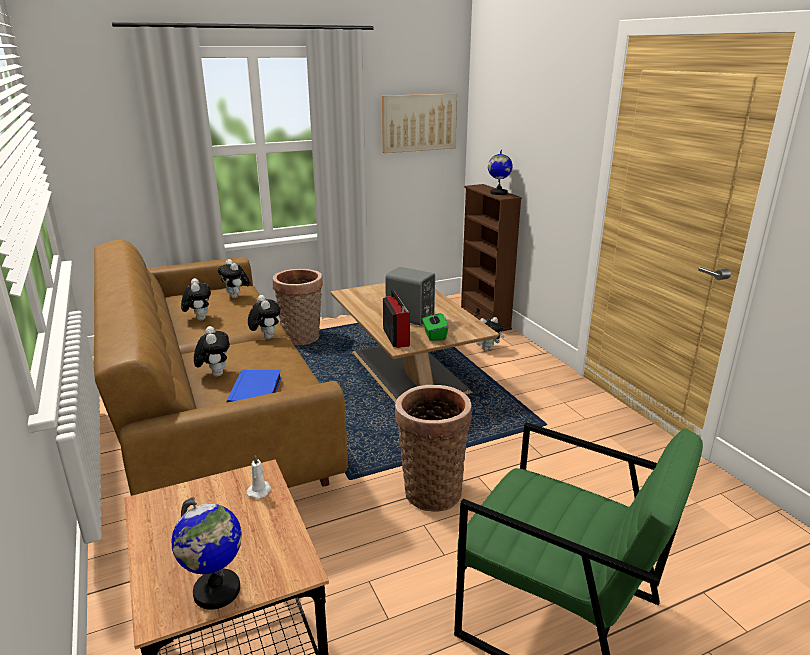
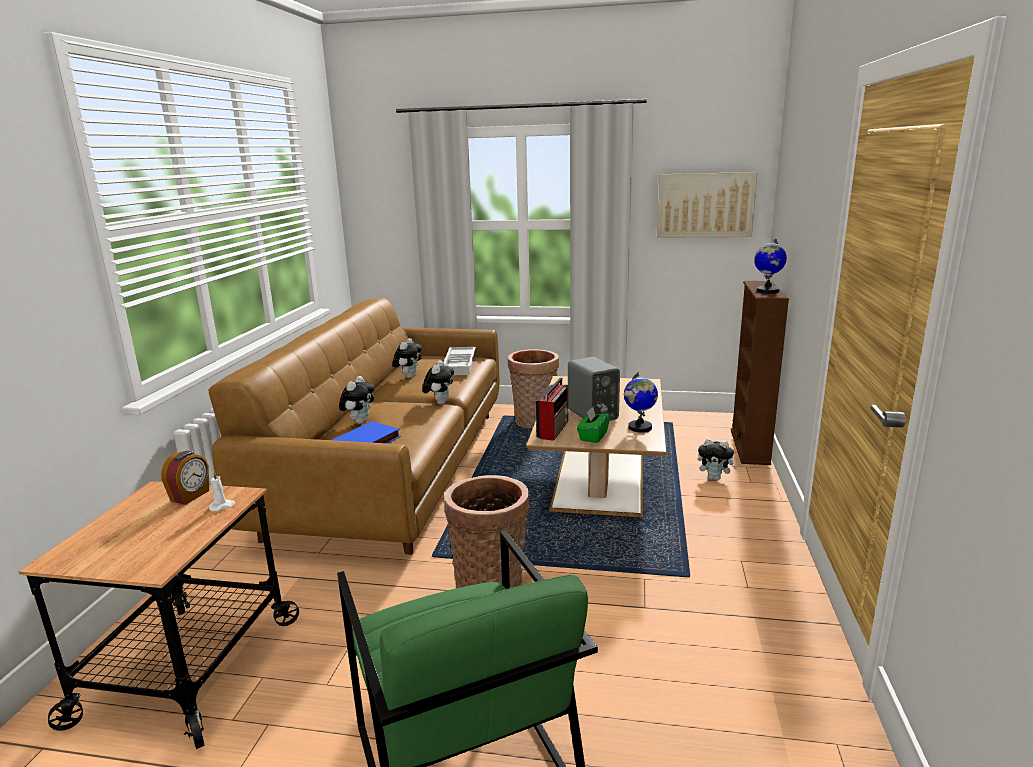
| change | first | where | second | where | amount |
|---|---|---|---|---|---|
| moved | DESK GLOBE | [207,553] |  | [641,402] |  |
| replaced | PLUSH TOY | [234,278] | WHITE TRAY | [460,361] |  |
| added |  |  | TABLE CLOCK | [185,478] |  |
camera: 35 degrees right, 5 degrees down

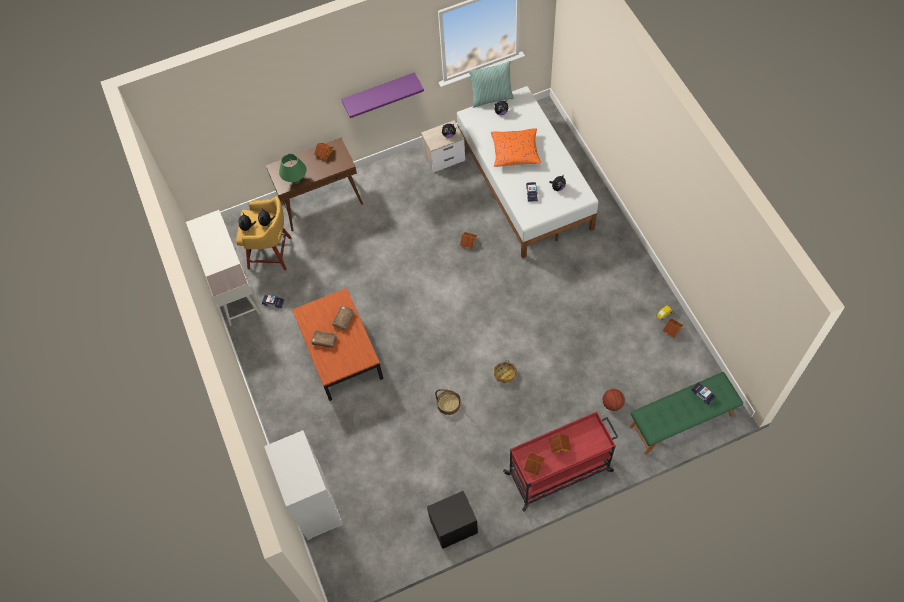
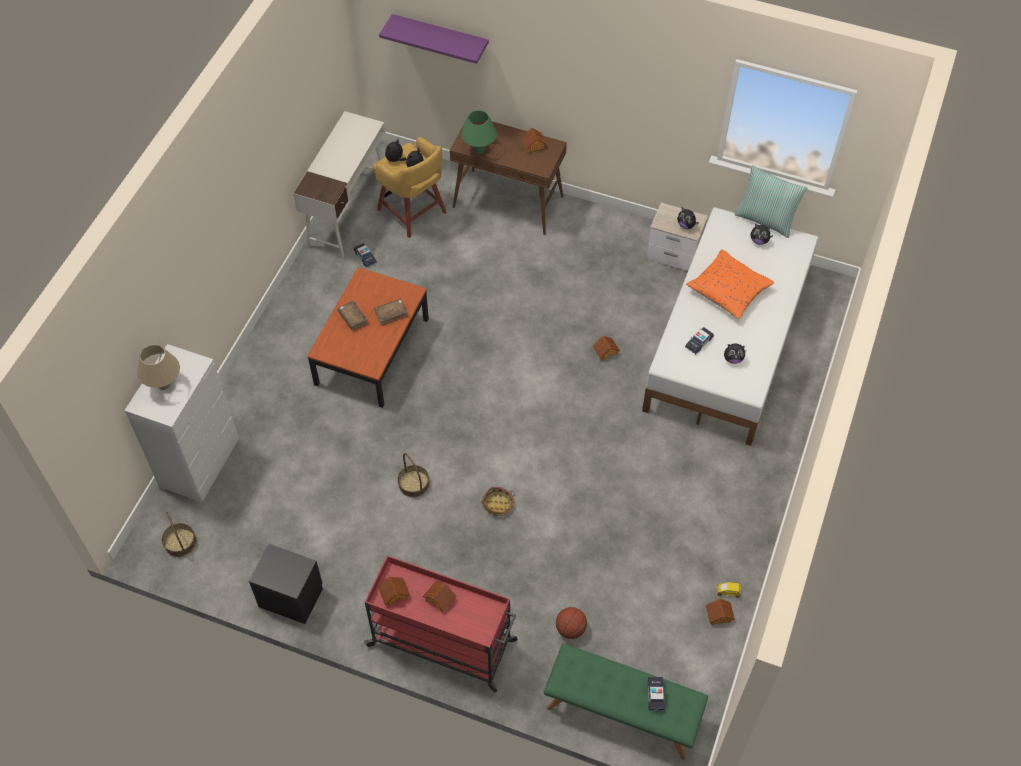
| change | first | where | second | where | amount |
|---|---|---|---|---|---|
| moved | PURPLE-COLOURED WALL SHELF | [382,95] |  | [434,39] |  |
| added |  |  | BEIGE TABLETOP LAMP | [158,367] |  |
| added |  |  | STORAGE BASKET | [179,534] |  |
camera: 40 degrees right, 5 degrees down

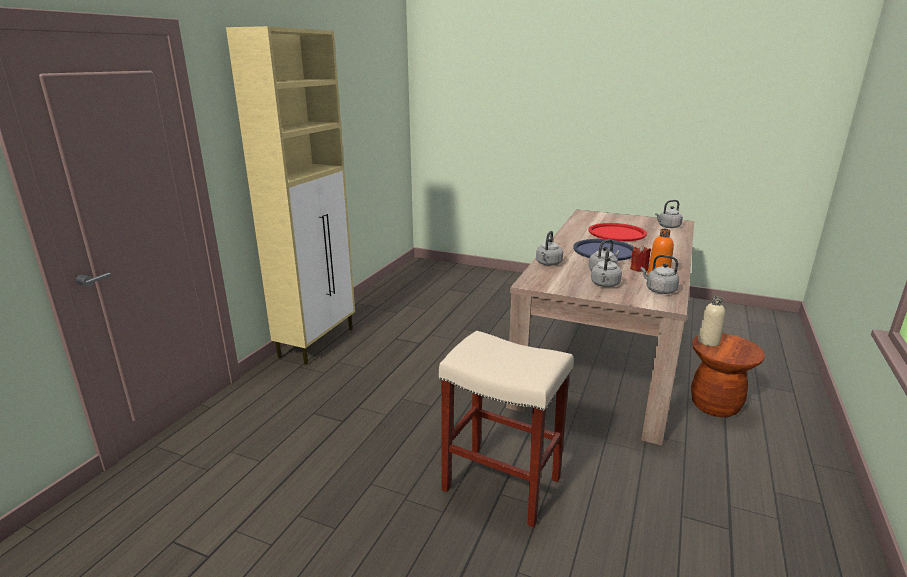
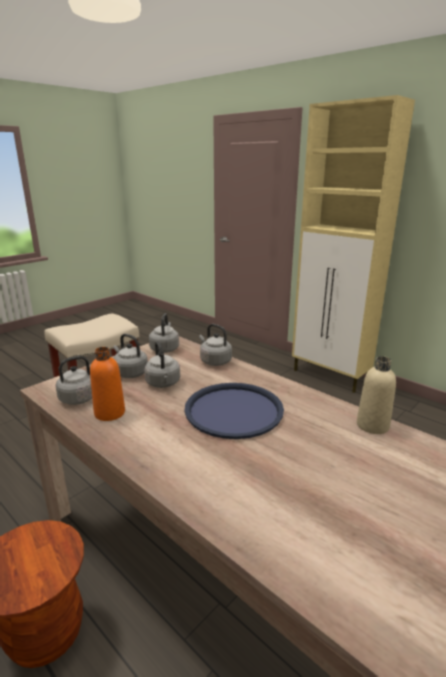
| change | first | where | second | where | amount |
|---|---|---|---|---|---|
| removed | RED-COLOURED TRAY | [617,232] |  |  |  |
| removed | RED-COLOURED WAX LIGHT | [640,258] |  |  |  |
| moved | GREY TEA KETTLE | [669,214] |  | [164,333] |  |
| moved | BEIGE DRINK BOTTLE | [711,321] |  | [376,395] |  |
camera: 110 degrees right, 0 degrees up

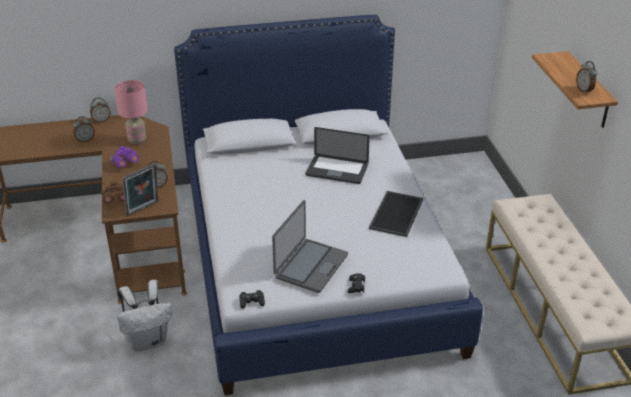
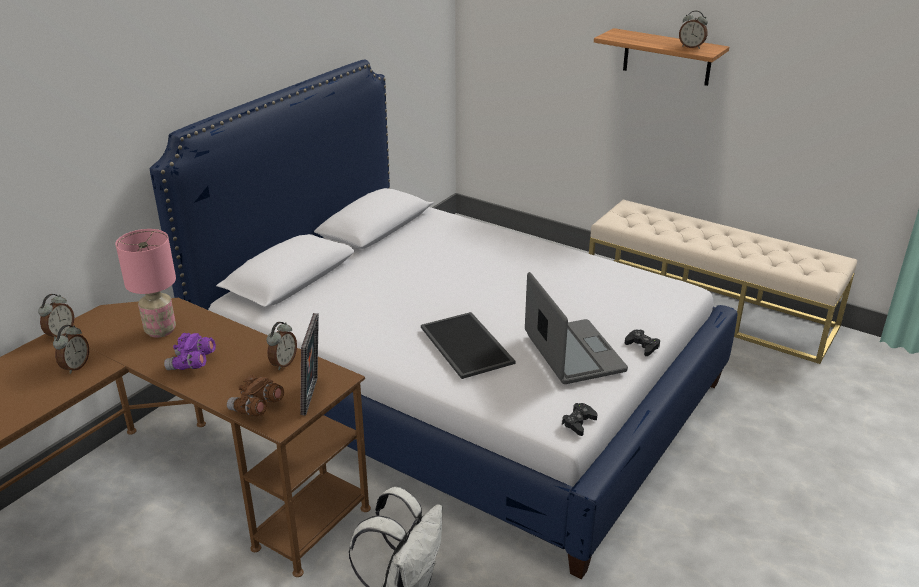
| change | first | where | second | where | amount |
|---|---|---|---|---|---|
| removed | PORTABLE COMPUTER | [338,155] |  |  |  |
| moved | TRAY | [396,214] |  | [468,345] |  |
camera: 45 degrees left, 5 degrees down

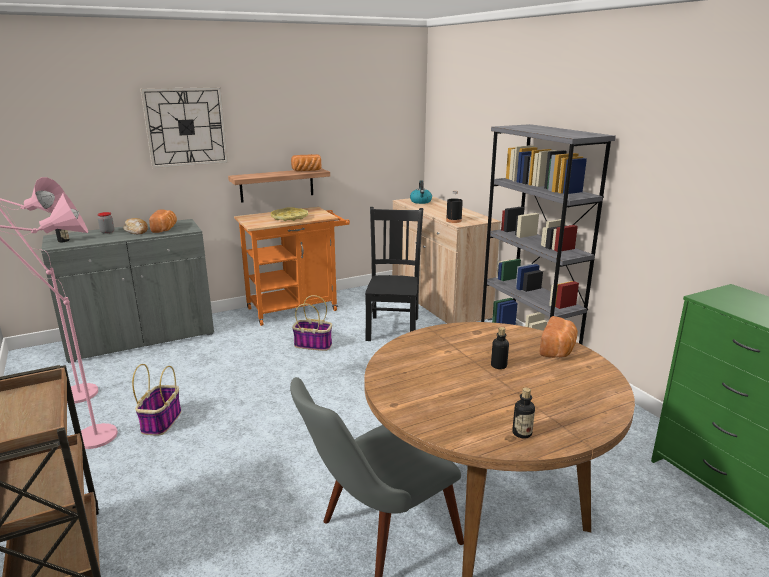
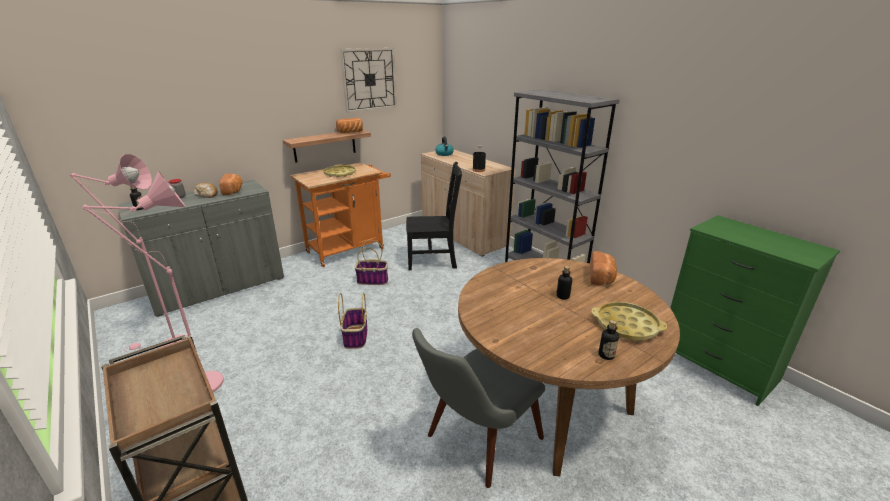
| change | first | where | second | where | amount |
|---|---|---|---|---|---|
| moved | STORAGE BASKET | [156,400] |  | [352,321] |  |
| moved | CLOCK ON THE WALL | [184,127] |  | [368,80] |  |
| turned | BLACKISH PLAIN CHAIR | [394,274] |  | [434,216] | 90 degrees clockwise |
| added |  |  | YELLOW-COLOURED TRAY | [629,321] |  |
camera: 10 degrees left, 5 degrees up

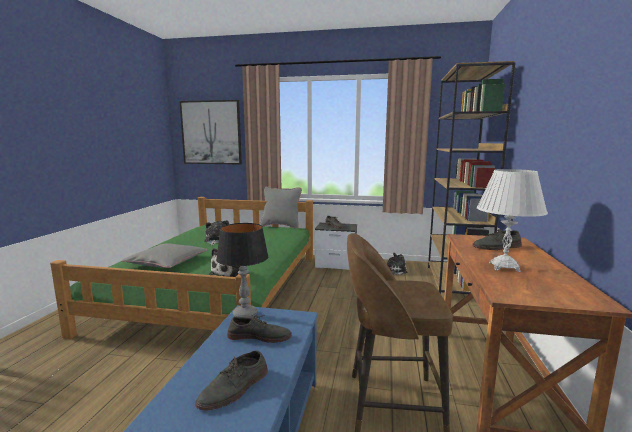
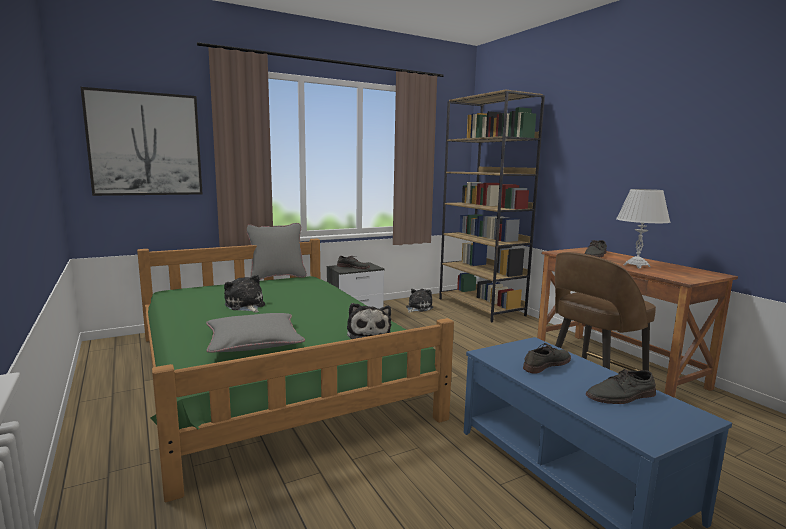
| change | first | where | second | where | amount |
|---|---|---|---|---|---|
| turned | GREY LOW SHOE | [231,380] |  | [621,386] | 75 degrees clockwise |
| removed | TABLETOP LAMP | [242,270] |  |  |  |
camera: 40 degrees left, 0 degrees up

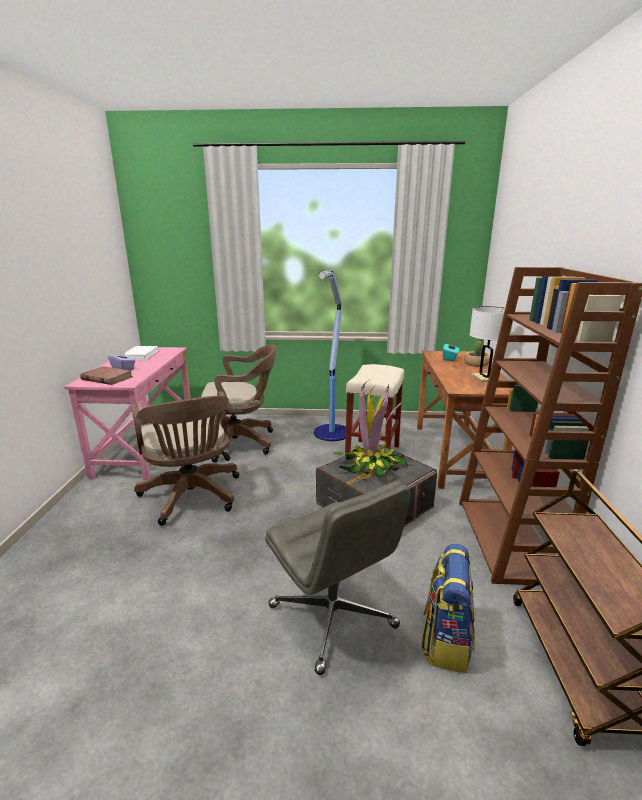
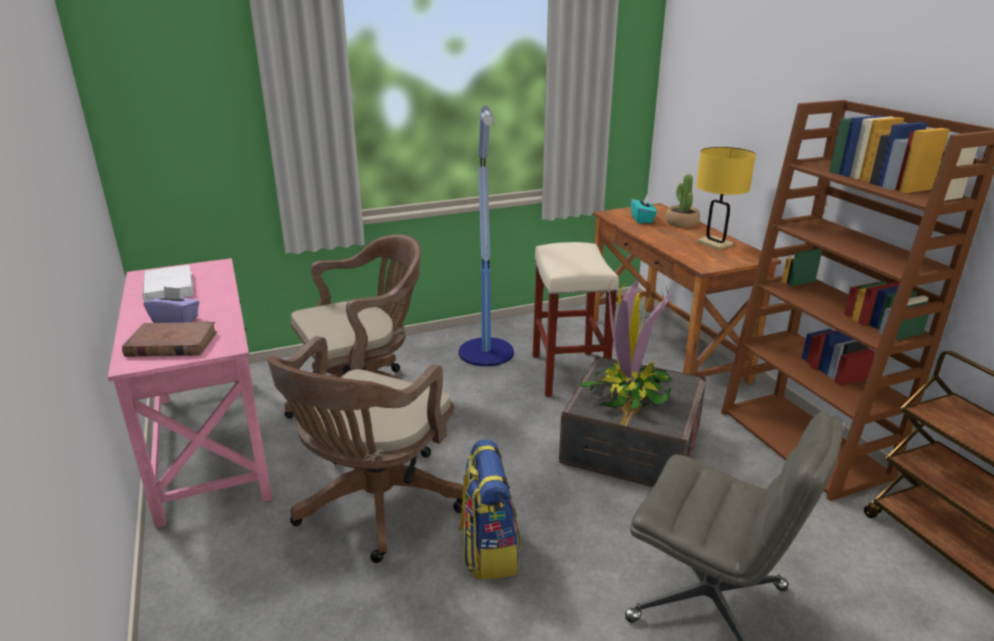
| change | first | where | second | where | amount |
|---|---|---|---|---|---|
| turned | BROWNISH COMPUTER CHAIR | [185,458] |  | [365,449] | 75 degrees clockwise |
| moved | RUCKSACK | [448,608] |  | [490,509] |  |
| recoloured | WHITE TABLETOP LAMP | [491,344] | YELLOW-COLOURED TABLETOP LAMP | [726,198] |  |
camera: 25 degrees left, 5 degrees up

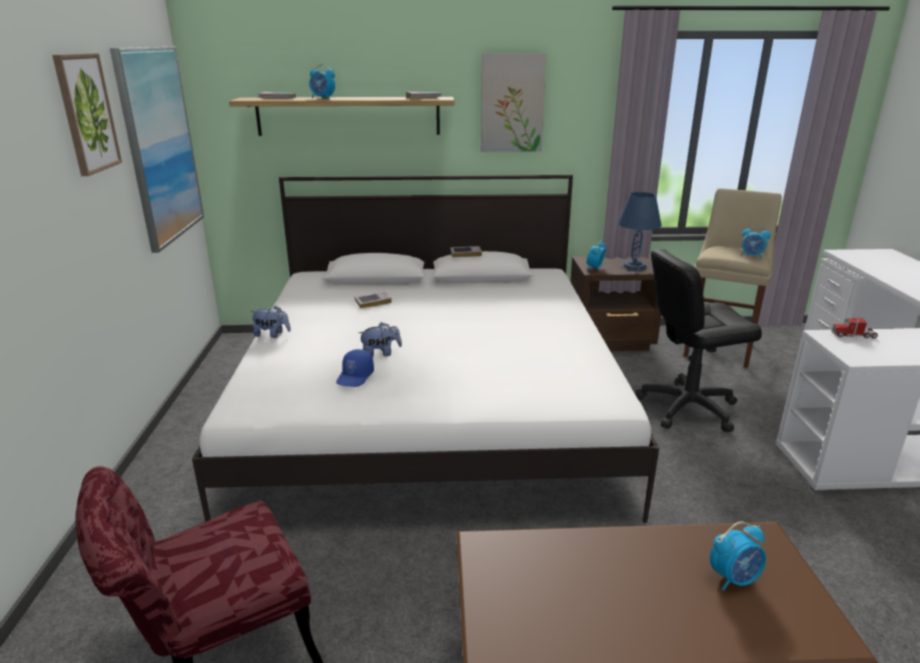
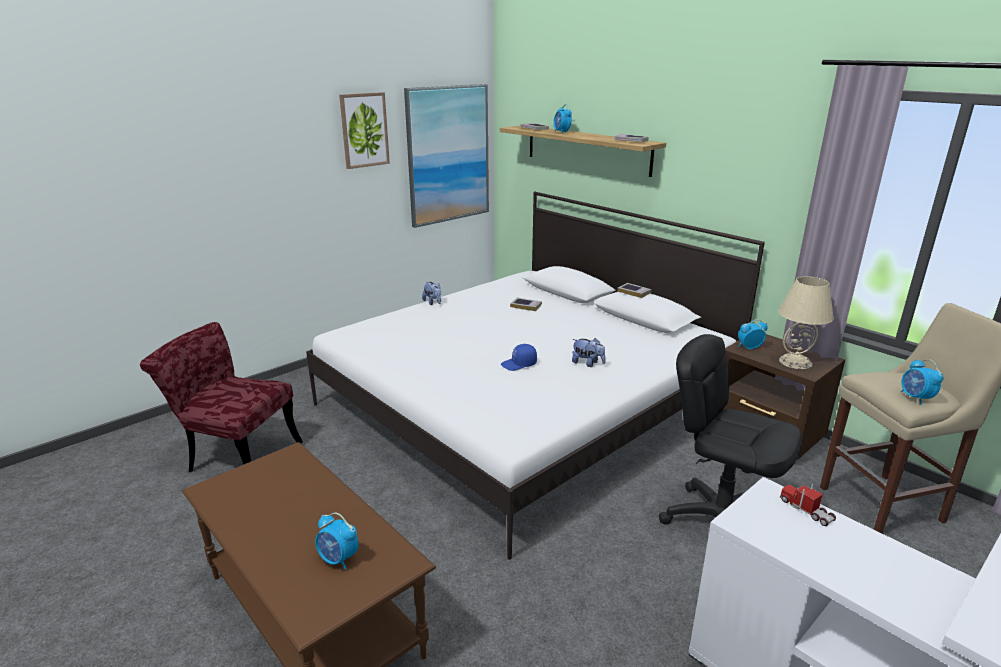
| change | first | where | second | where | amount |
|---|---|---|---|---|---|
| moved | BLUE-COLOURED CAP | [355,368] |  | [519,357] |  |
| moved | PLUSH TOY | [380,340] |  | [589,352] |  |
| removed | WALL ART | [513,102] |  |  |  |
| recoloured | BLUE-COLOURED TABLETOP LAMP | [640,231] | BEIGE TABLETOP LAMP | [806,322] |  |
camera: 50 degrees right, 0 degrees up

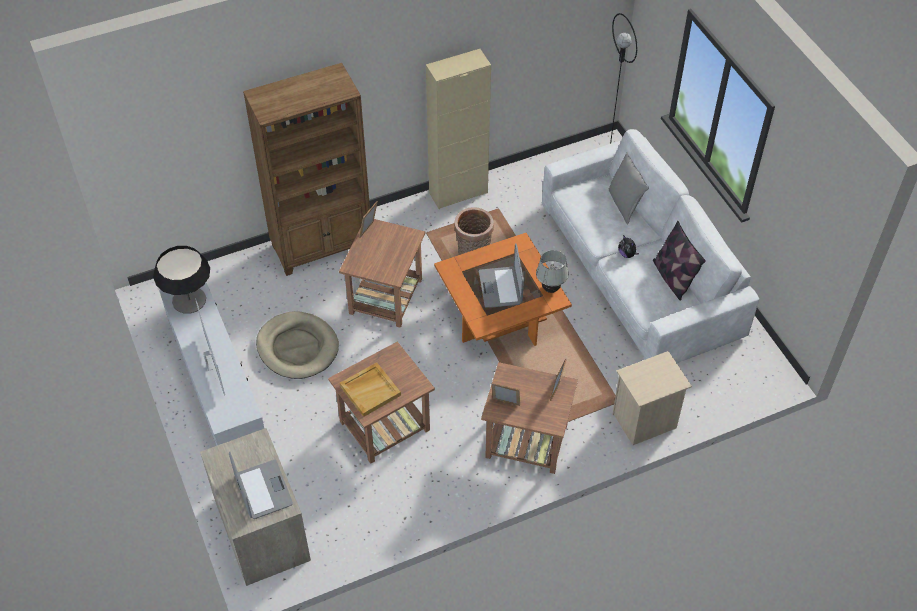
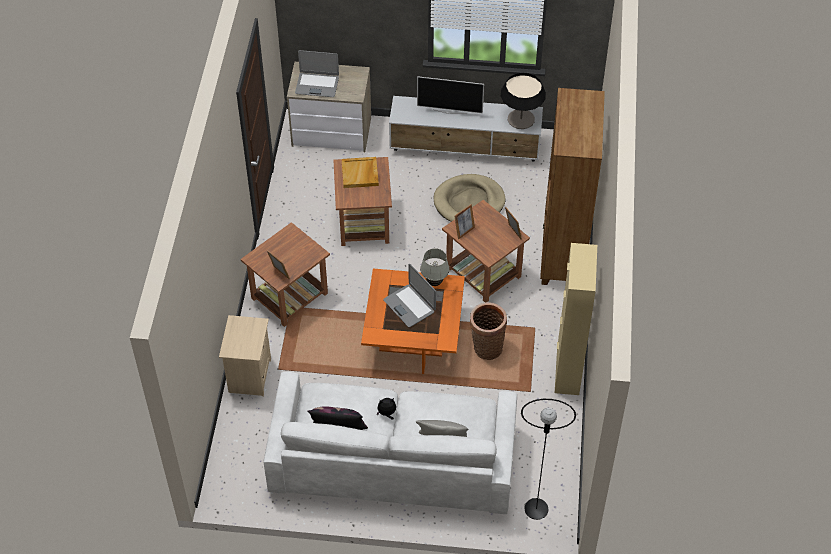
| change | first | where | second | where | amount |
|---|---|---|---|---|---|
| turned | PORTABLE COMPUTER | [501,276] |  | [409,295] | 150 degrees counterclockwise |
| moved | PICTURE FRAME | [506,394] |  | [464,221] |  |
| moved | WHITE TABLETOP LAMP | [552,271] |  | [435,267] |  |
camera: 120 degrees right, 0 degrees up

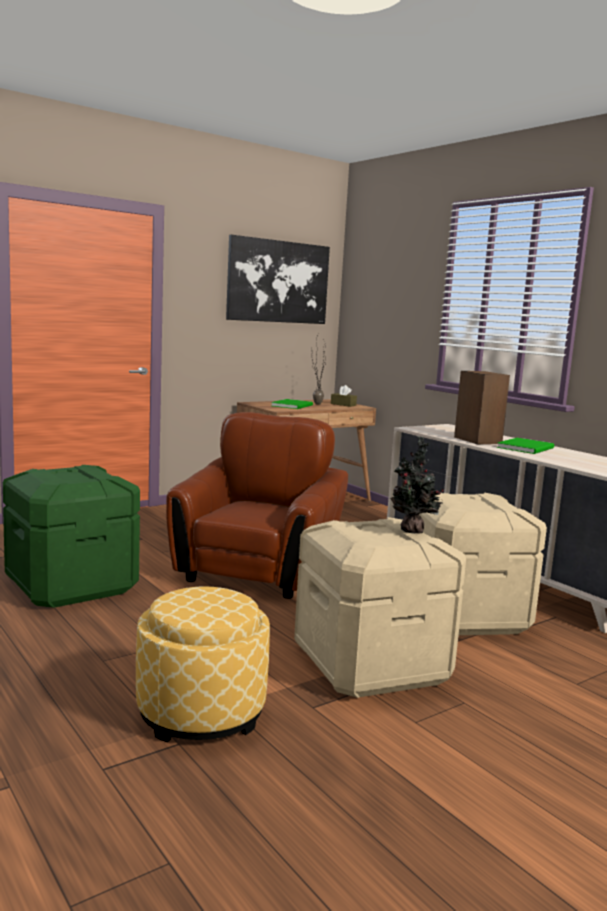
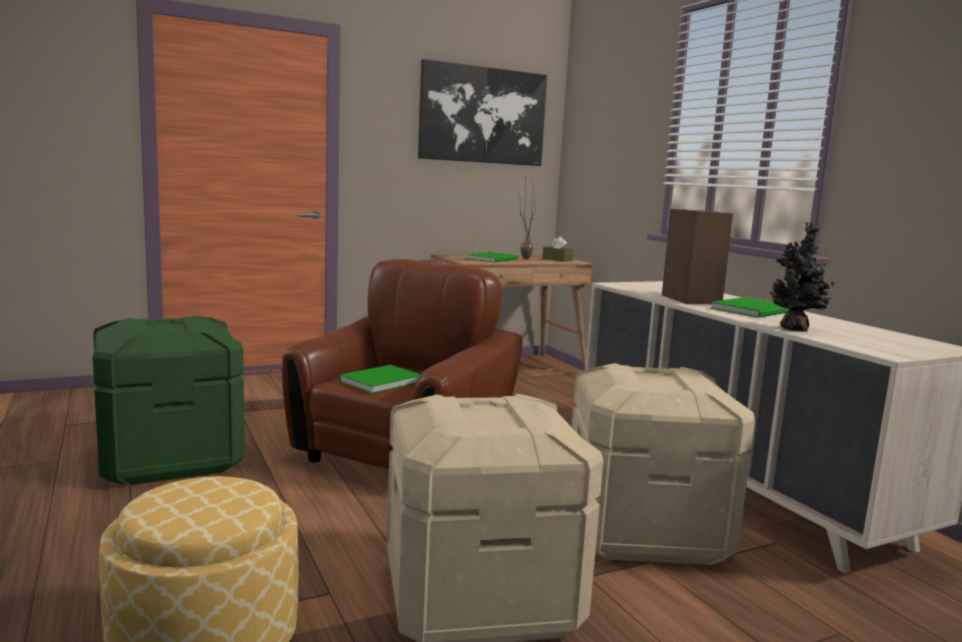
| change | first | where | second | where | amount |
|---|---|---|---|---|---|
| moved | POTTED PLANT | [417,485] |  | [802,277] |  |
| added |  |  | GREENISH BOUND BOOK | [380,379] |  |
camera: 10 degrees right, 0 degrees up

